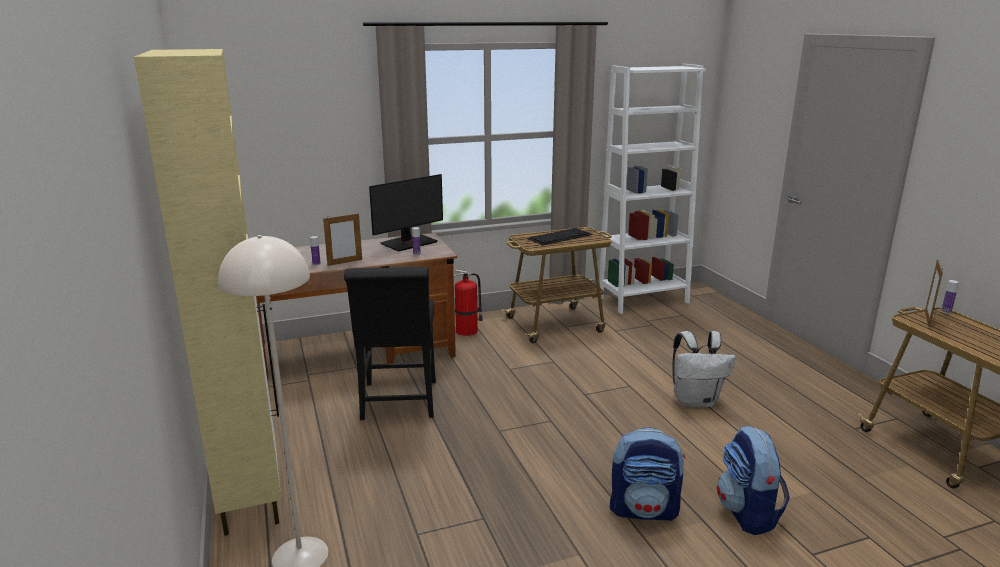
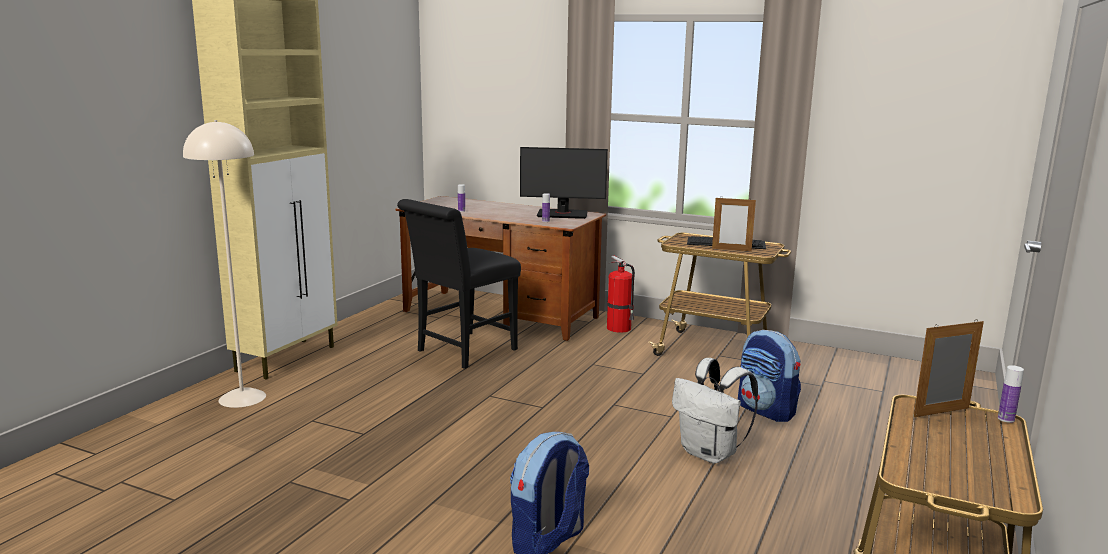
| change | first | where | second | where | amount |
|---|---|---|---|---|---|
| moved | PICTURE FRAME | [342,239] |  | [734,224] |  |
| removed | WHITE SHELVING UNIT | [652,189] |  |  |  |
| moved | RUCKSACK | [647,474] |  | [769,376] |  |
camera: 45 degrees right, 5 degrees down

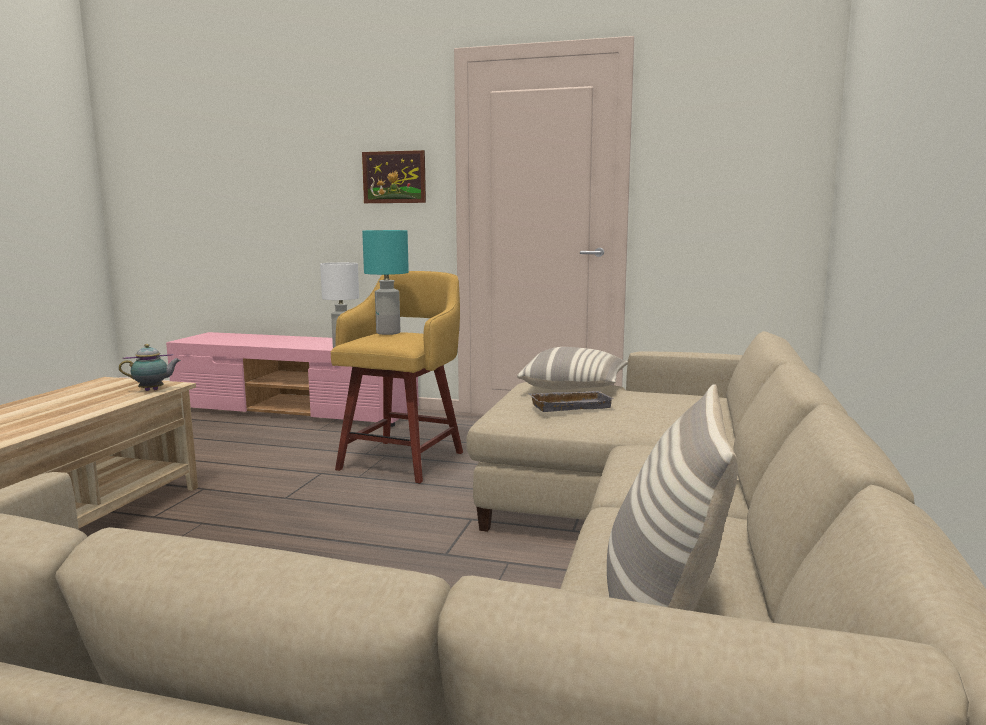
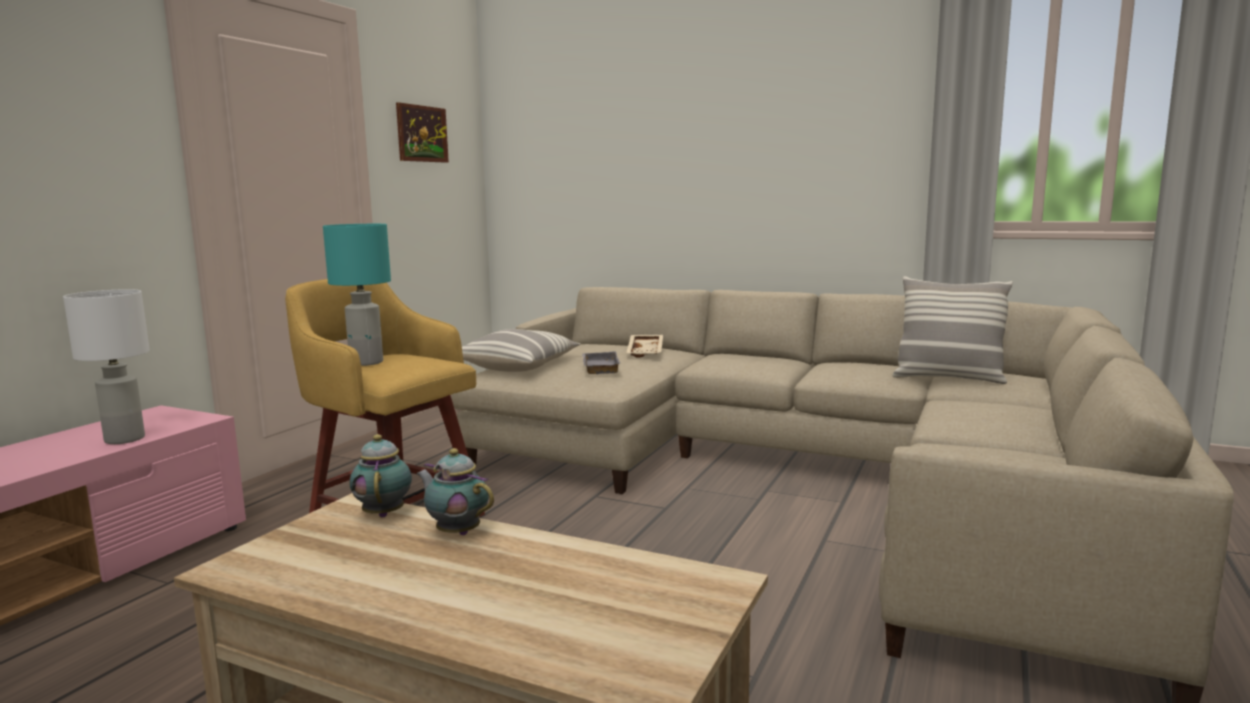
| change | first | where | second | where | amount |
|---|---|---|---|---|---|
| moved | WALL ART | [394,176] |  | [422,132] |  |
| added |  |  | TEAPOT | [455,491] |  |
| added |  |  | BEIGE TRAY | [644,346] |  |
camera: 80 degrees left, 0 degrees up

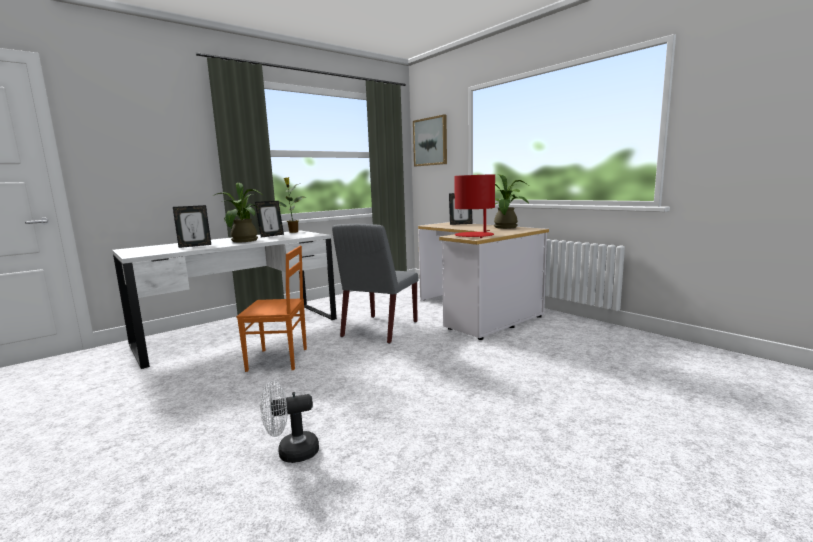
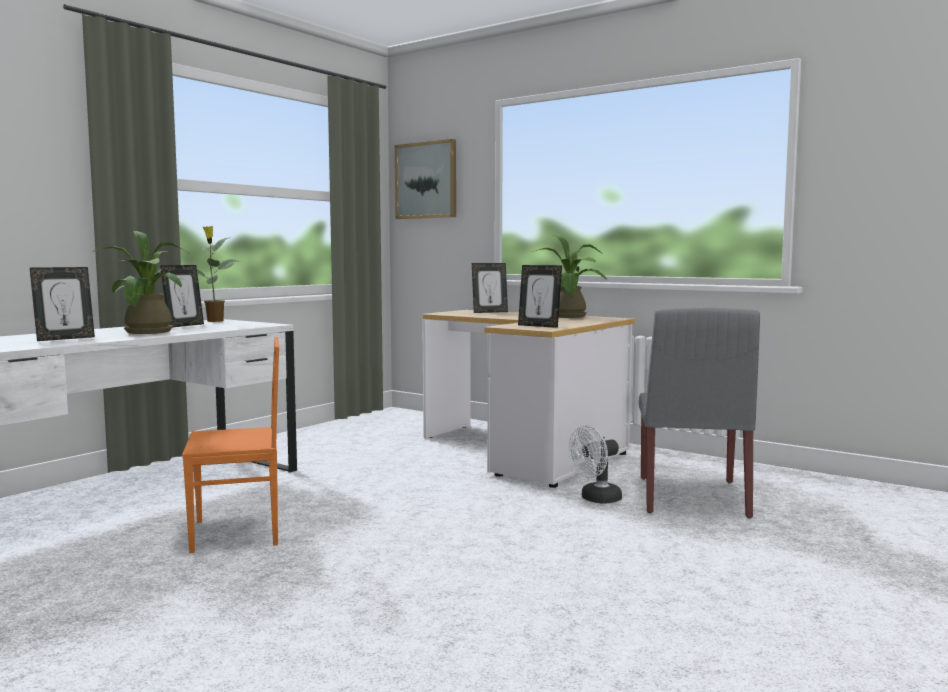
| change | first | where | second | where | amount |
|---|---|---|---|---|---|
| moved | WHITE COOLING FAN | [289,422] |  | [595,465] |  |
| moved | GREY PLAIN CHAIR | [375,284] |  | [699,413] |  |
| replaced | RED-COLOURED TABLETOP LAMP | [474,206] | PICTURE FRAME | [540,296] |  |
camera: 15 degrees left, 5 degrees down

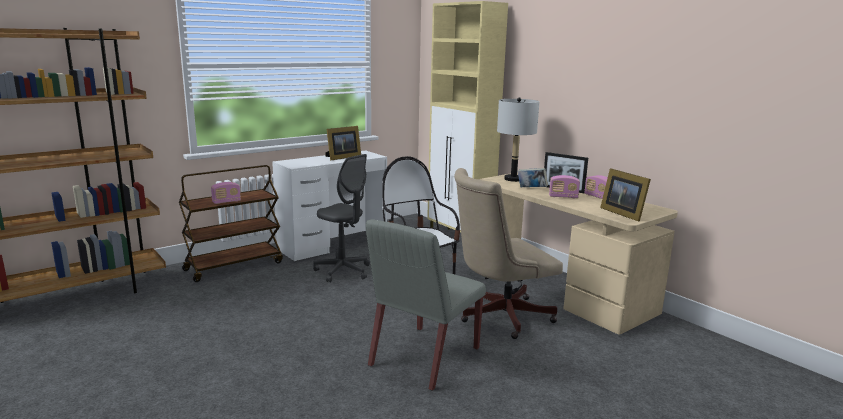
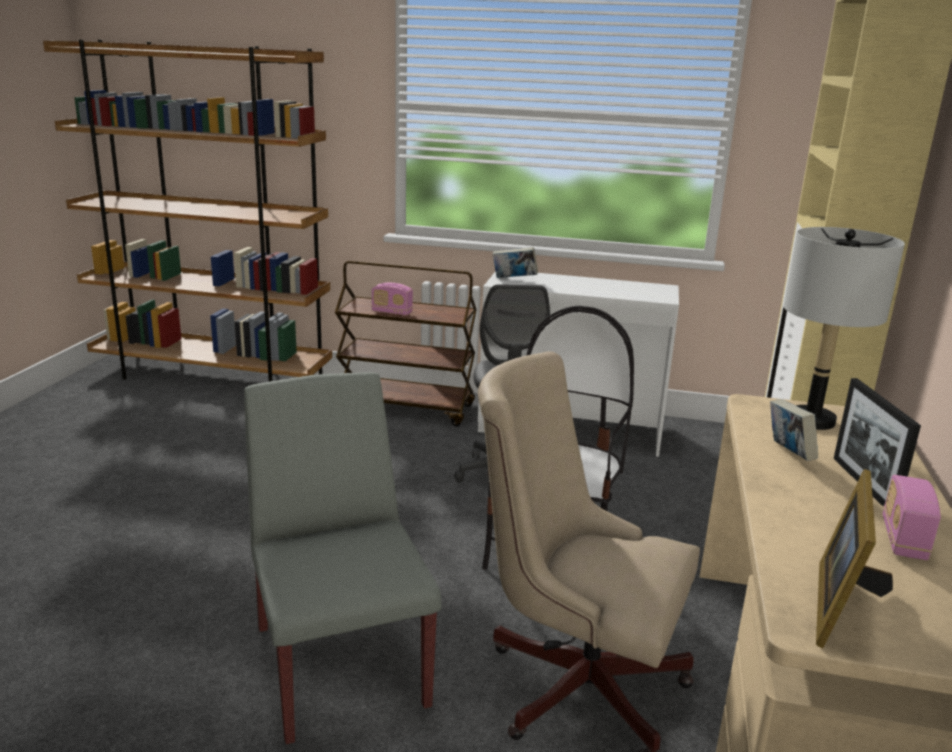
| change | first | where | second | where | amount |
|---|---|---|---|---|---|
| removed | PICTURE FRAME | [343,143] |  |  |  |
| turned | GREY PLAIN CHAIR | [426,305] |  | [342,558] | 75 degrees clockwise |
| removed | RADIO SET | [564,187] |  |  |  |
| added |  |  | BOUND BOOK | [515,262] |  |
camera: 50 degrees right, 5 degrees up

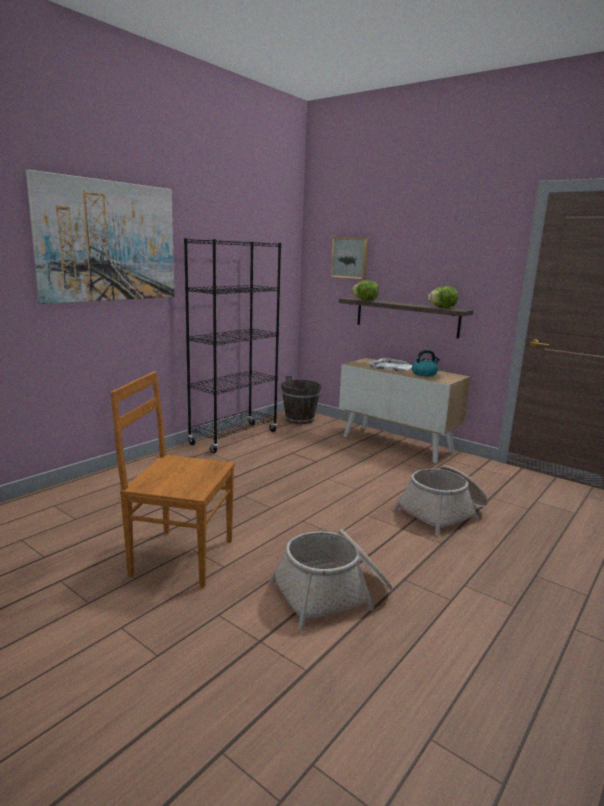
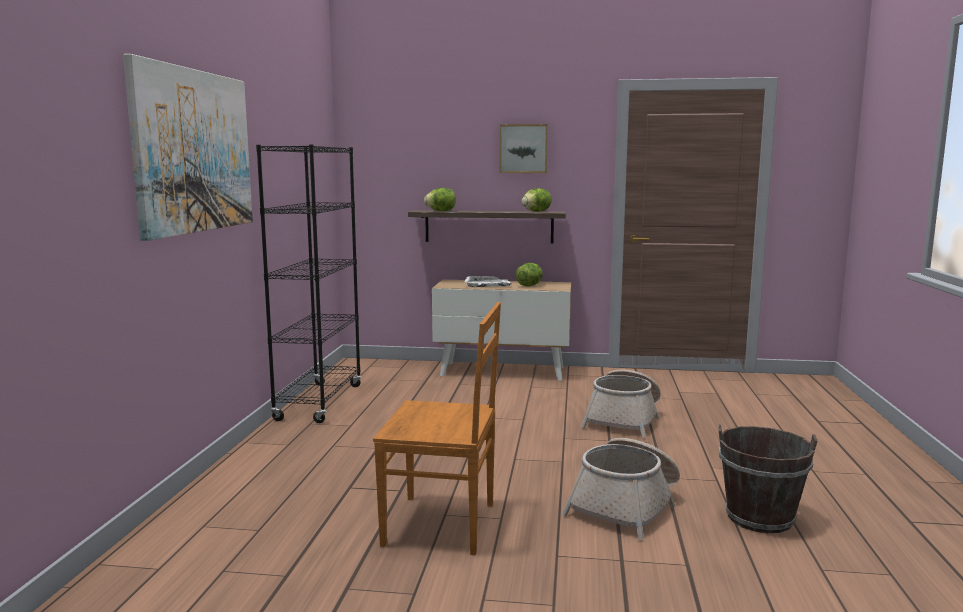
| change | first | where | second | where | amount |
|---|---|---|---|---|---|
| turned | BROWNISH PLAIN CHAIR | [172,479] |  | [437,428] | 150 degrees counterclockwise |
| moved | BROWNISH WATER BUCKET | [301,399] |  | [768,479] |  |
| moved | WALL ART | [349,258] |  | [523,148] |  |
| replaced | TEA KETTLE | [426,363] | LETTUCE HEAD | [529,274] |  |
camera: 30 degrees left, 5 degrees down

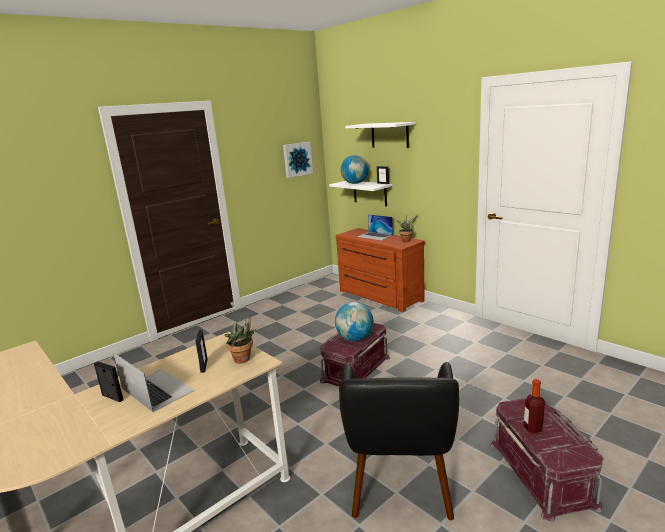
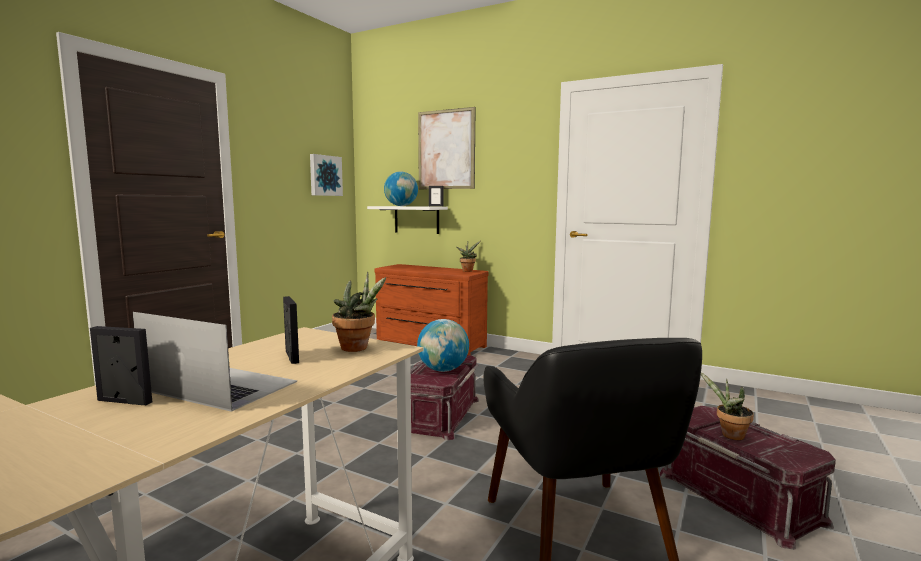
| change | first | where | second | where | amount |
|---|---|---|---|---|---|
| replaced | WHITE WALL SHELF | [380,135] | WALL ART | [447,148] |  |
| removed | PORTABLE COMPUTER | [375,227] |  |  |  |
| replaced | DRINK BOTTLE | [534,406] | POTTED PLANT | [727,406] |  |
camera: 20 degrees left, 10 degrees down

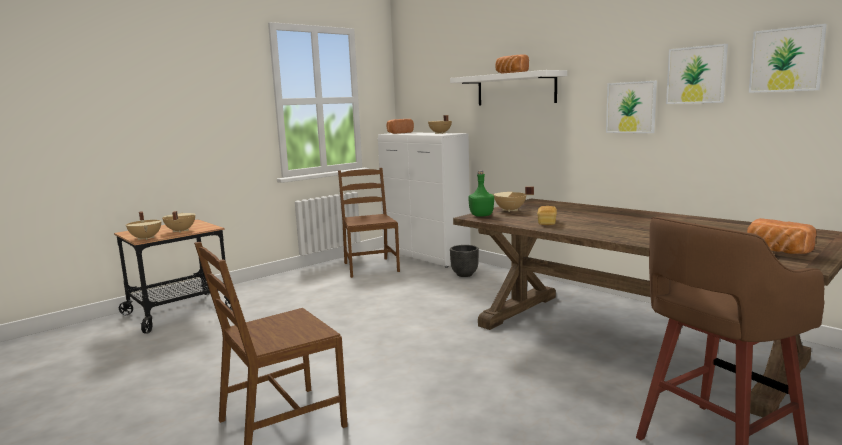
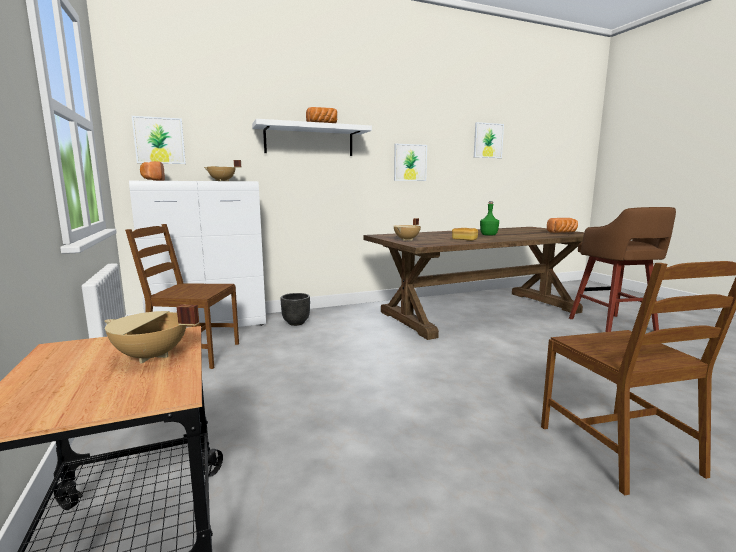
| change | first | where | second | where | amount |
|---|---|---|---|---|---|
| removed | BEIGE STOCKPOT | [144,225] |  |  |  |
| moved | GREENISH DRINK BOTTLE | [481,193] |  | [489,218] |  |
| moved | WALL ART | [697,74] |  | [159,140] |  |
camera: 70 degrees left, 0 degrees up

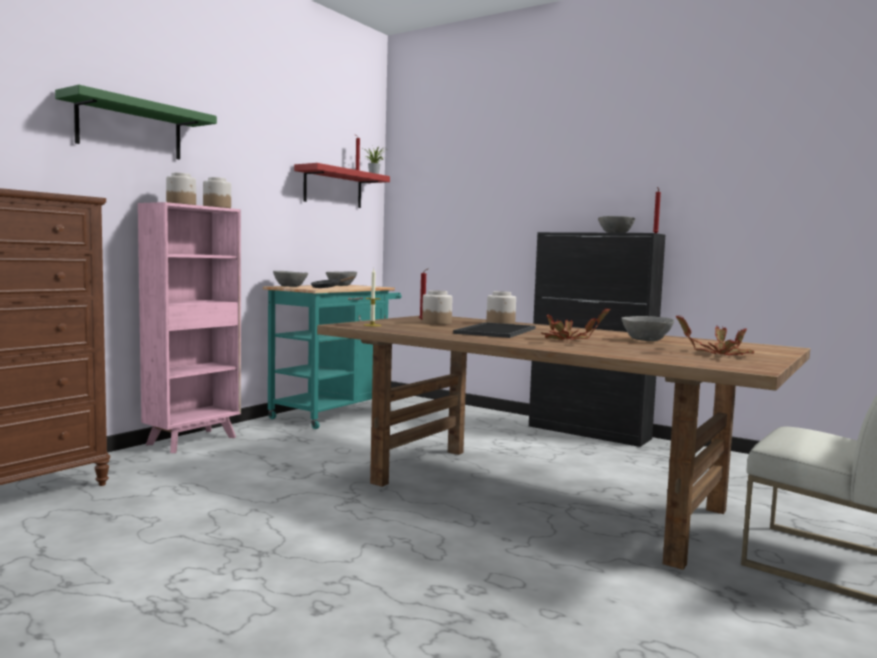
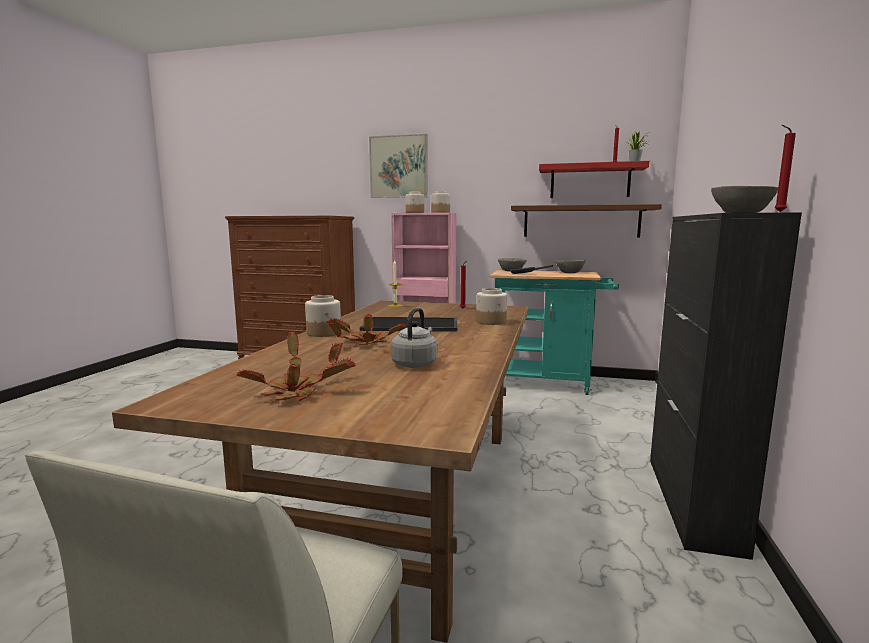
| change | first | where | second | where | amount |
|---|---|---|---|---|---|
| replaced | GREENISH WALL SHELF | [136,122] | WALL ART | [398,166] |  |
| moved | JAR | [437,307] |  | [323,316] |  |
| replaced | GREY BOWL | [648,328] | GREY TEA KETTLE | [414,338] |  |
| added |  |  | BROWNISH WALL SHELF | [586,220] |  |
camera: 70 degrees right, 5 degrees up

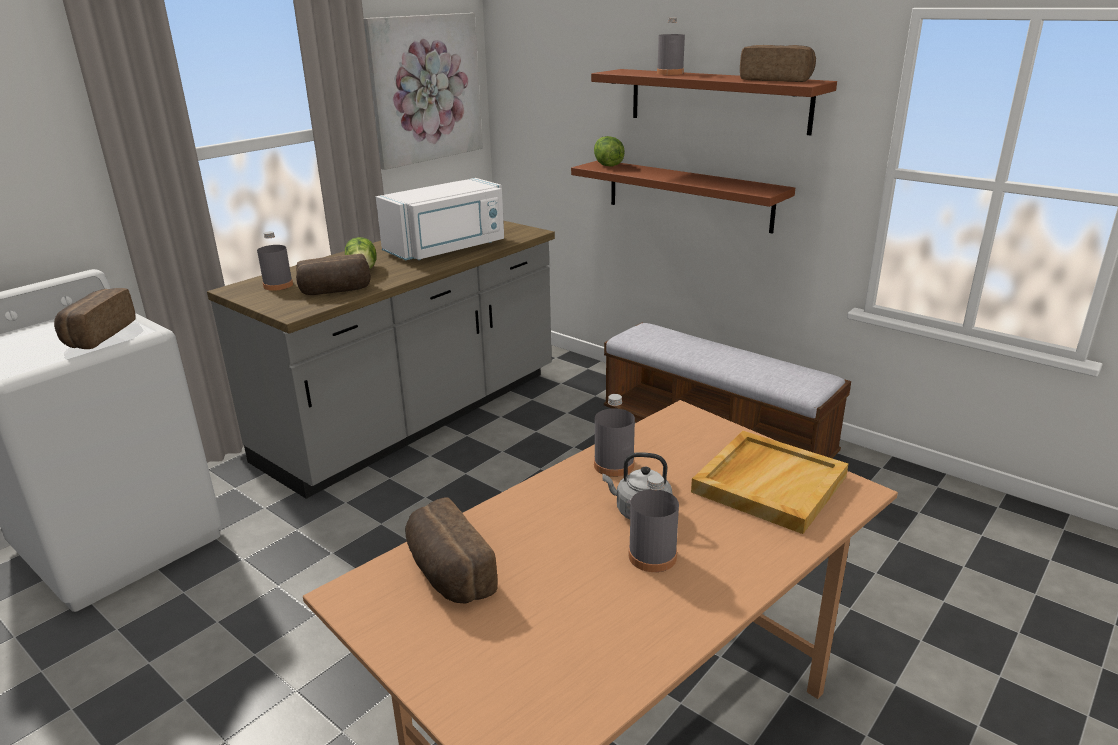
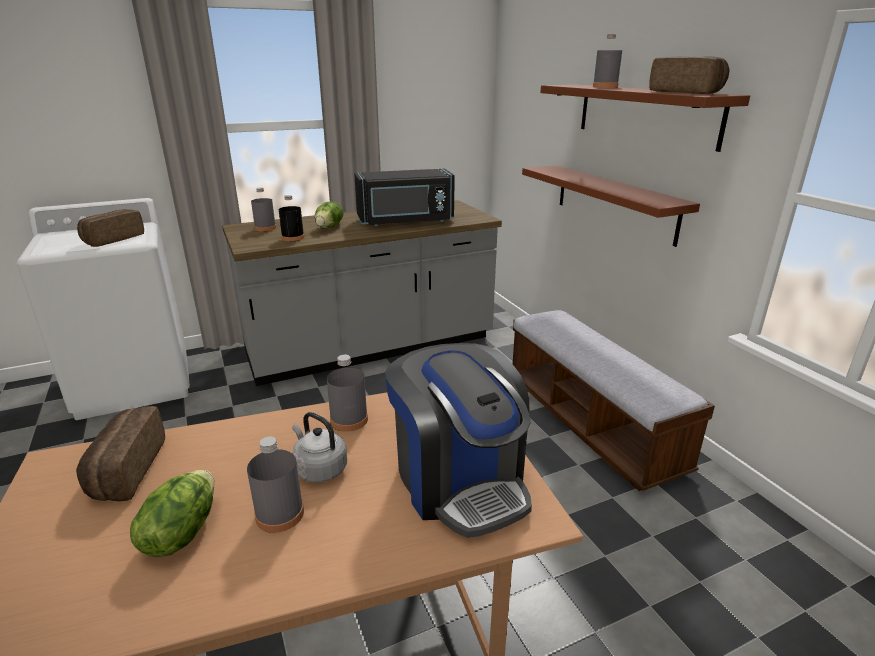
| change | first | where | second | where | amount |
|---|---|---|---|---|---|
| replaced | BREAD | [333,274] | BLACKISH DRINK BOTTLE | [291,218] |  |
| removed | WALL ART | [423,91] |  |  |  |
| recoloured | WHITE MICROWAVE OVEN | [440,219] | BLACKISH MICROWAVE OVEN | [404,197] |  |
| moved | LETTUCE HEAD | [609,151] |  | [172,513] |  |
| replaced | BEIGE TRAY | [769,482] | COFFEE BREWER | [458,440] |  |
camera: 25 degrees right, 0 degrees up

